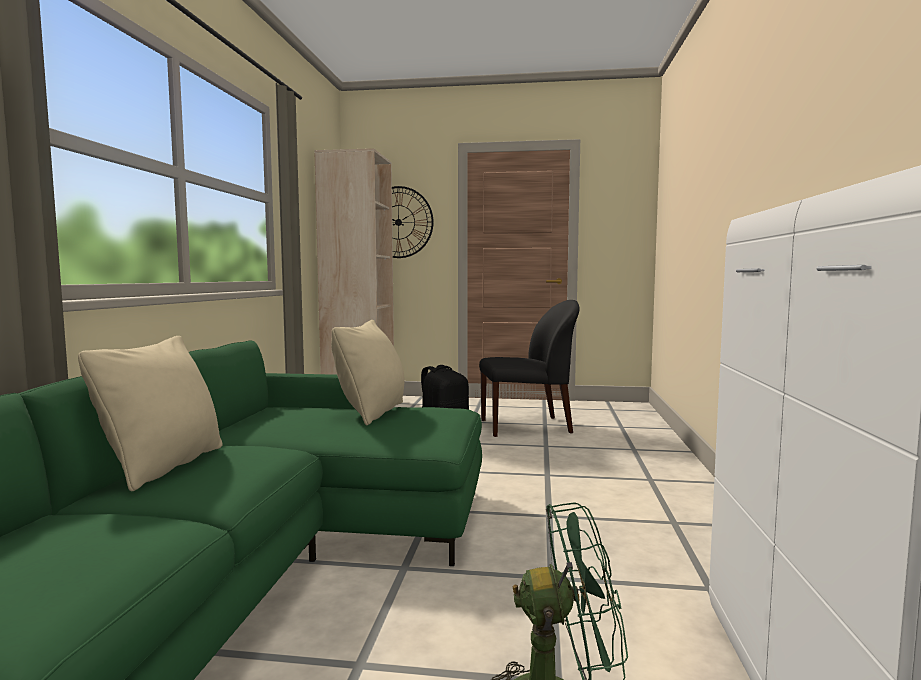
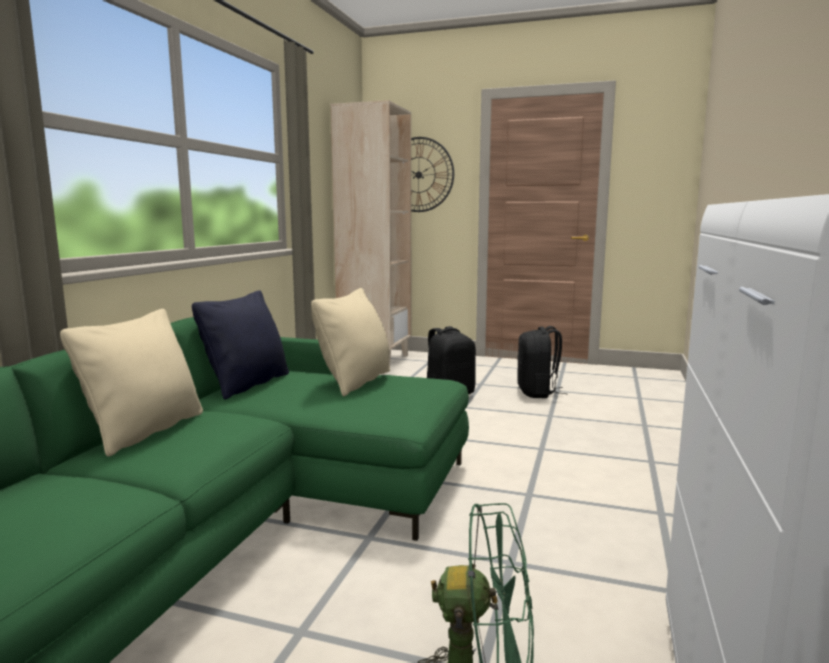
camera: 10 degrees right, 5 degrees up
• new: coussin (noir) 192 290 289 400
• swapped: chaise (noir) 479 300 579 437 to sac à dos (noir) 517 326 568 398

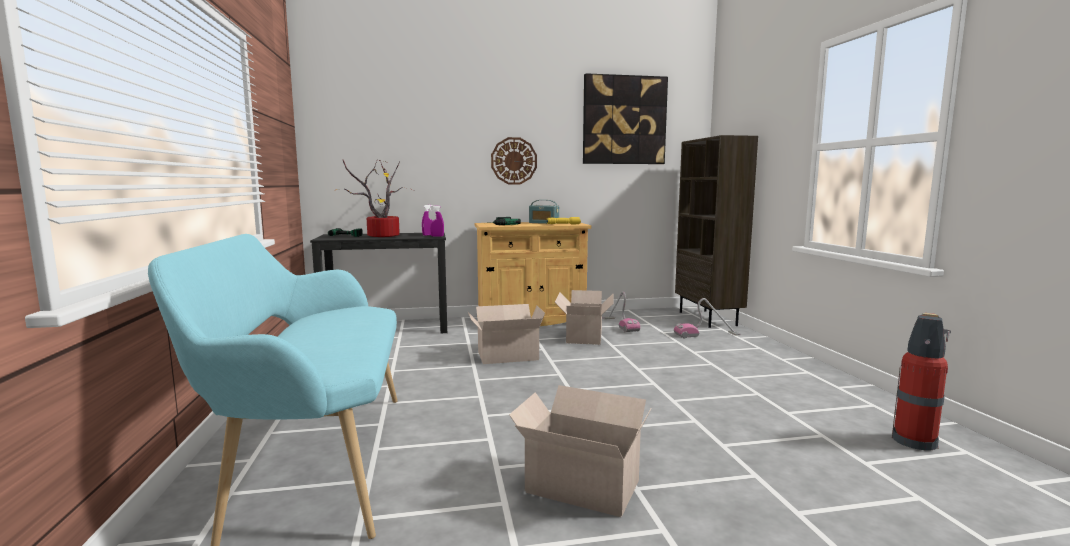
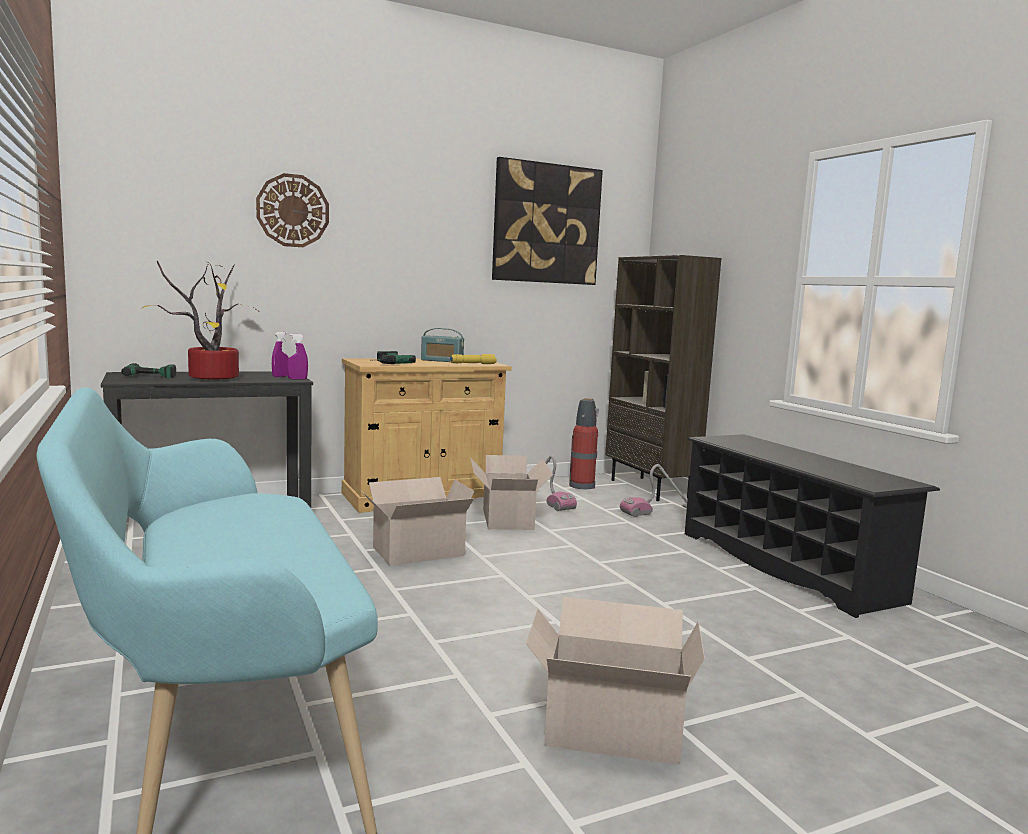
camera: 15 degrees left, 0 degrees up
• shifted: horloge murale 491 137 537 185 to 256 173 329 247
• shifted: extincteur 892 313 951 450 to 569 398 599 489
• new: étagère à chaussures (noir) 685 434 940 618

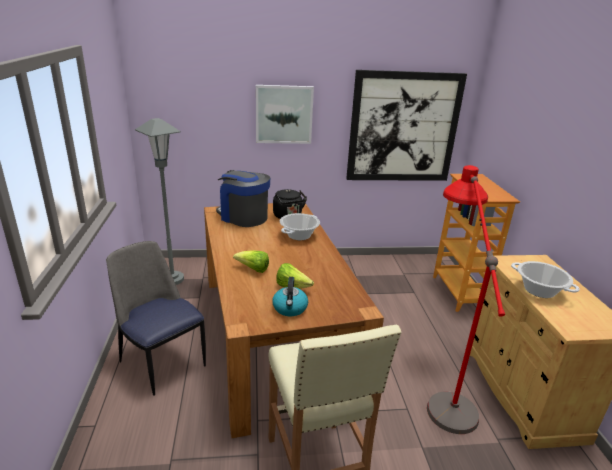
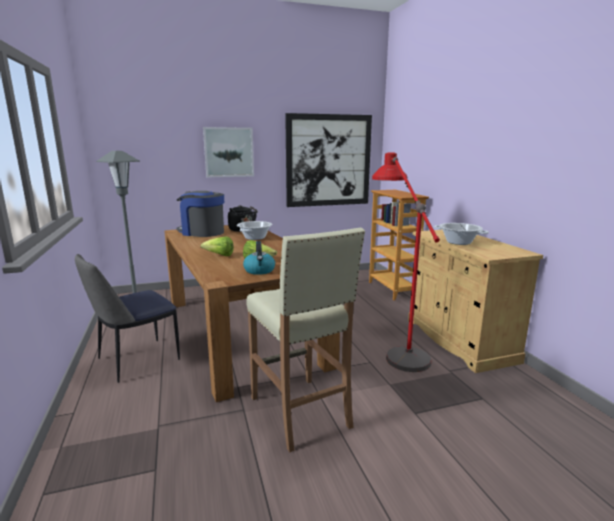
camera: 10 degrees left, 10 degrees down
• rotated: chaise 106 241 206 396 = 75 254 180 383 75 degrees counterclockwise

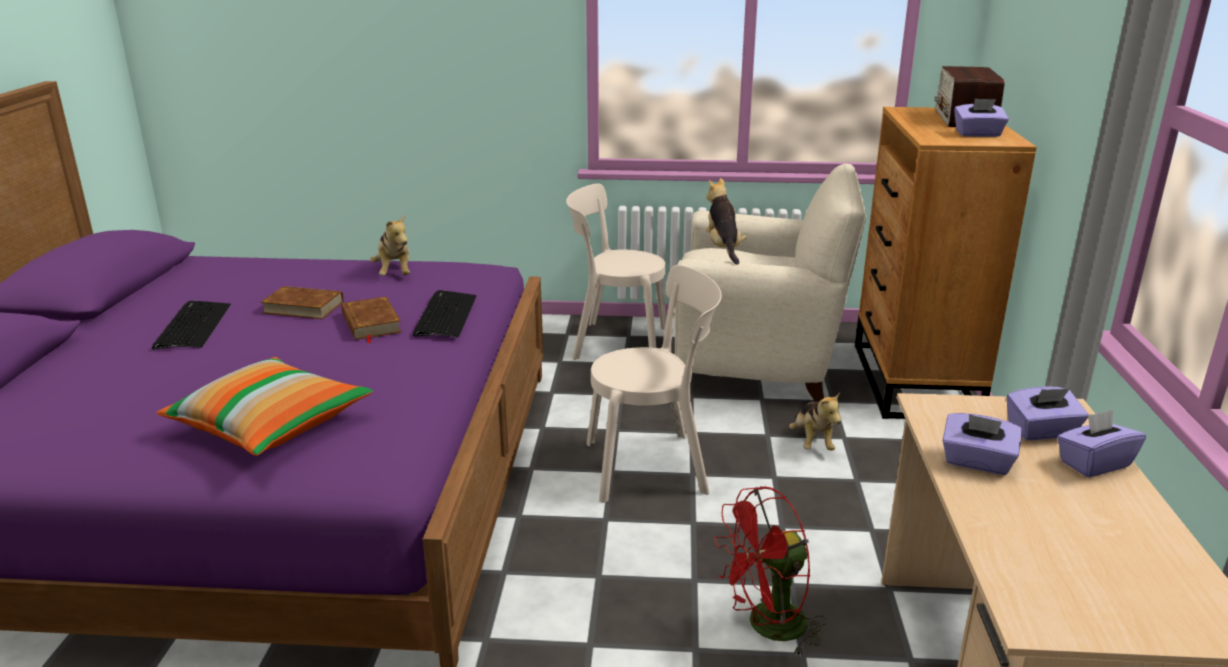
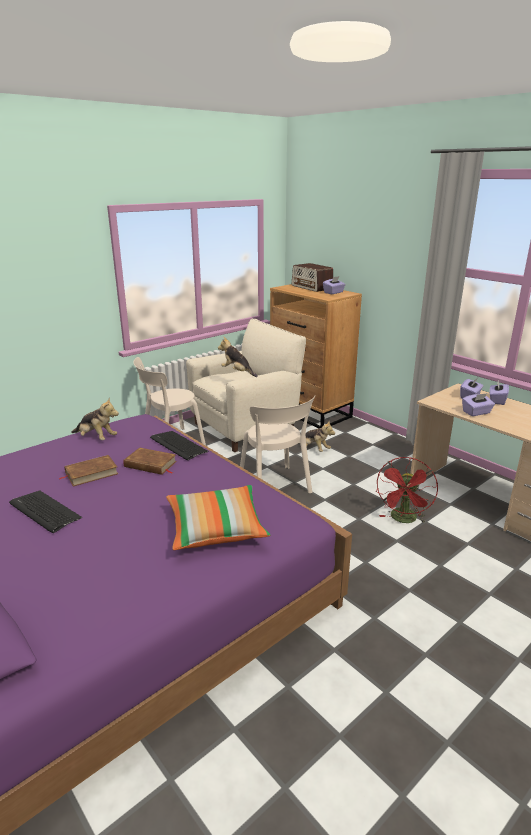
camera: 45 degrees left, 0 degrees up
• rotated: chaise (beige) 587 265 722 503 = 240 396 315 493 120 degrees clockwise

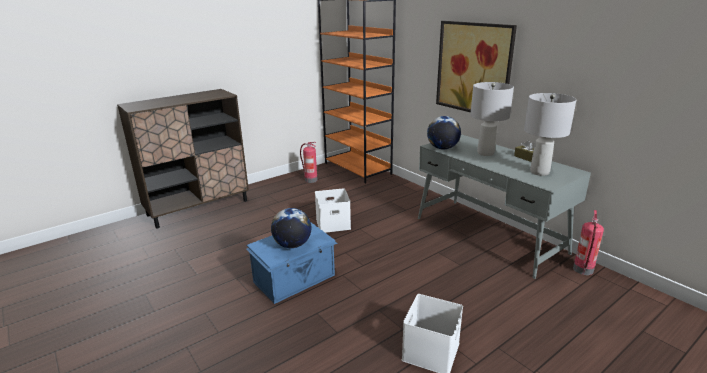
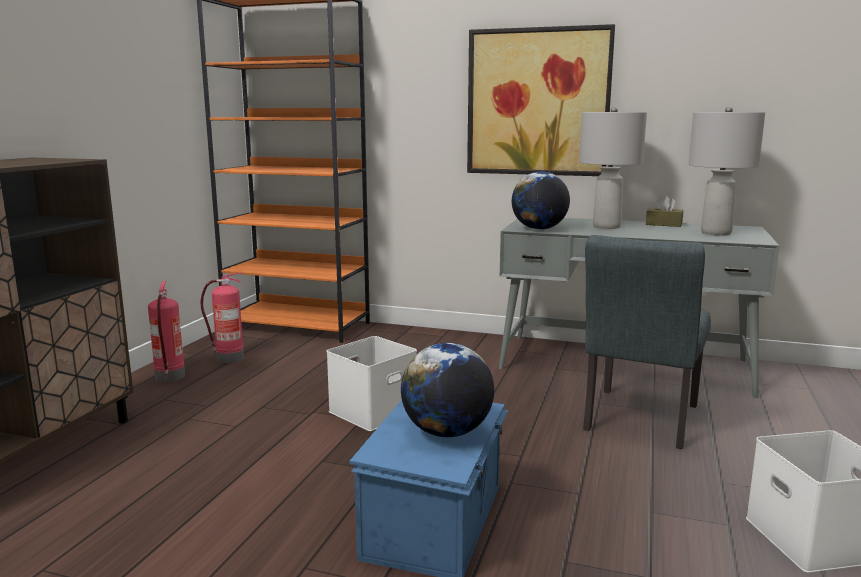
camera: 35 degrees left, 10 degrees down
• shifted: extincteur 573 210 604 275 to 148 281 185 382
• new: chaise (gris) 583 235 711 449

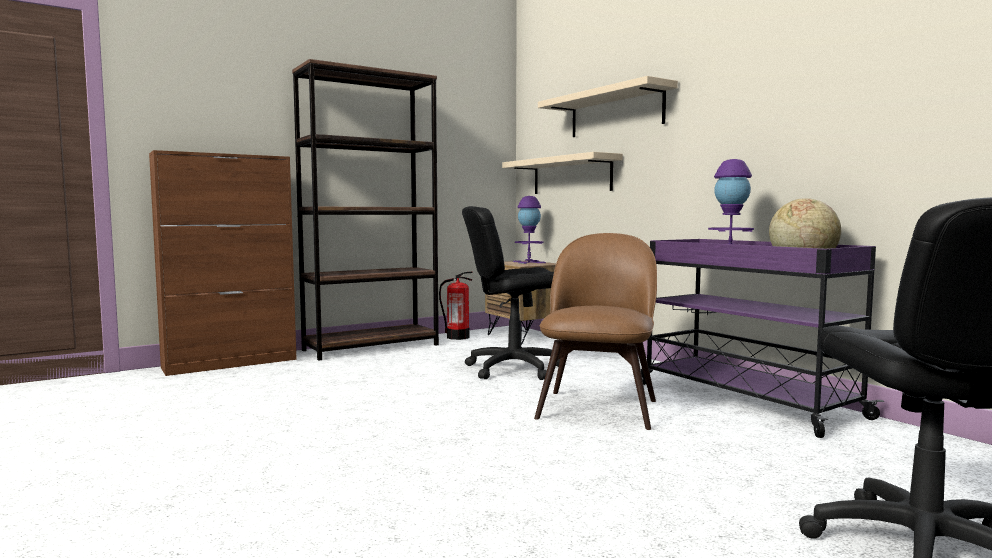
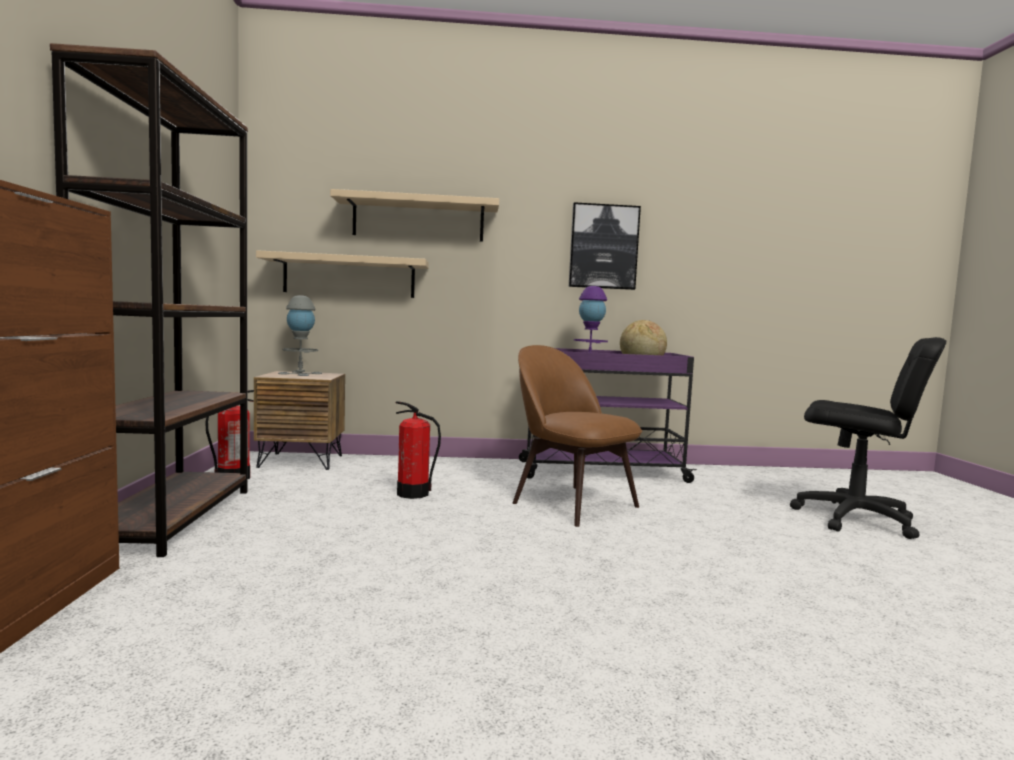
camera: 60 degrees left, 0 degrees up
• repainted: lampe de table (violet) 513 196 546 264 to lampe de table (gris) 278 295 322 376
• swapped: chaise de bureau (noir) 462 206 560 380 to extincteur 396 401 441 499
• new: tableau 569 202 641 290

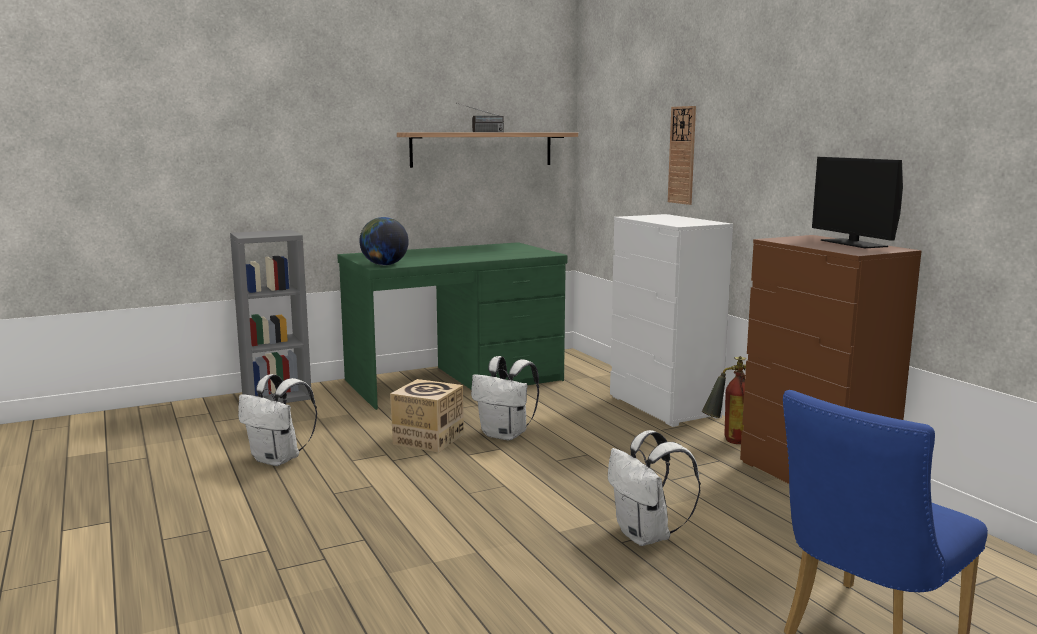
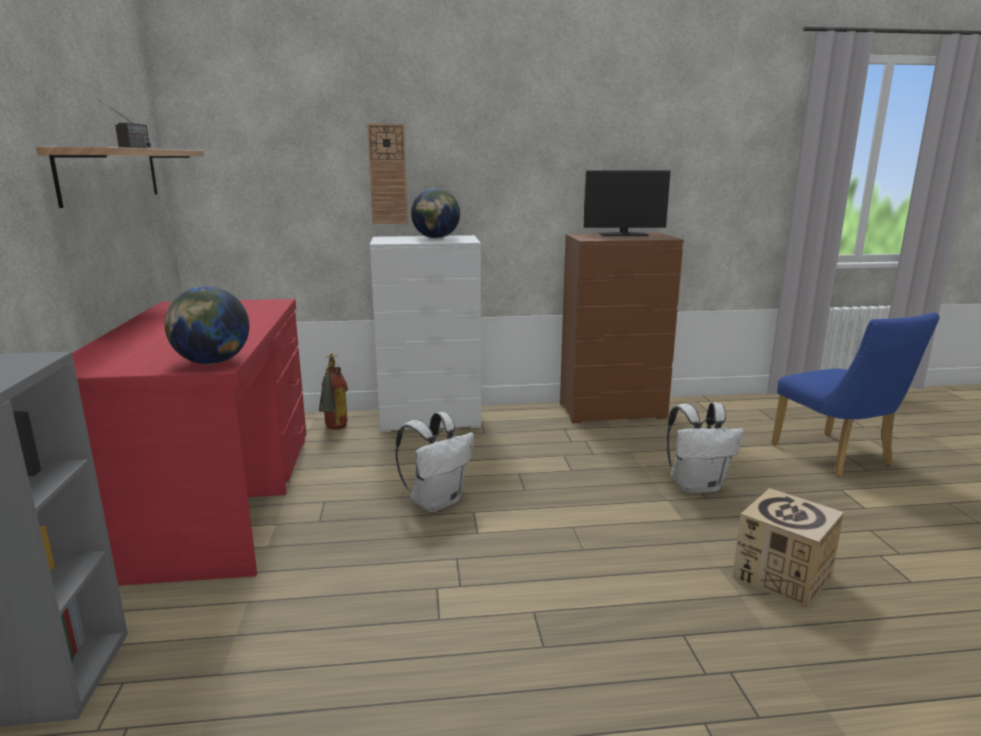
camera: 70 degrees left, 5 degrees up
• repainted: bureau (vert) 337 242 567 410 to bureau (rouge) 72 299 306 586
• shifted: extincteur 702 356 746 444 to 319 353 348 430
• new: globe 411 188 460 238
• shifted: carton 390 379 464 453 to 732 488 844 609
• gone: sac à dos (blanc) 238 374 317 466

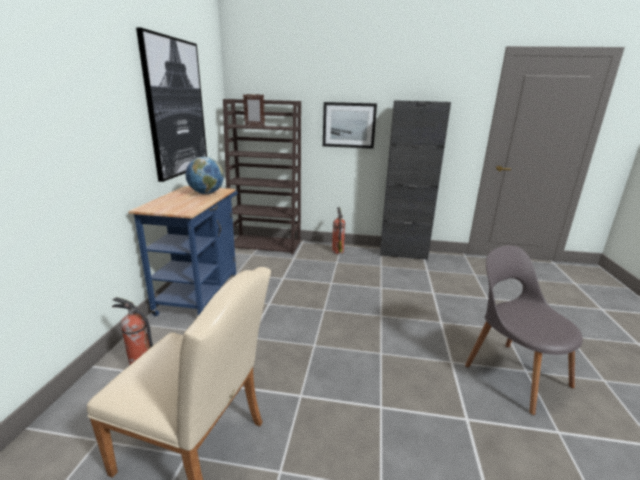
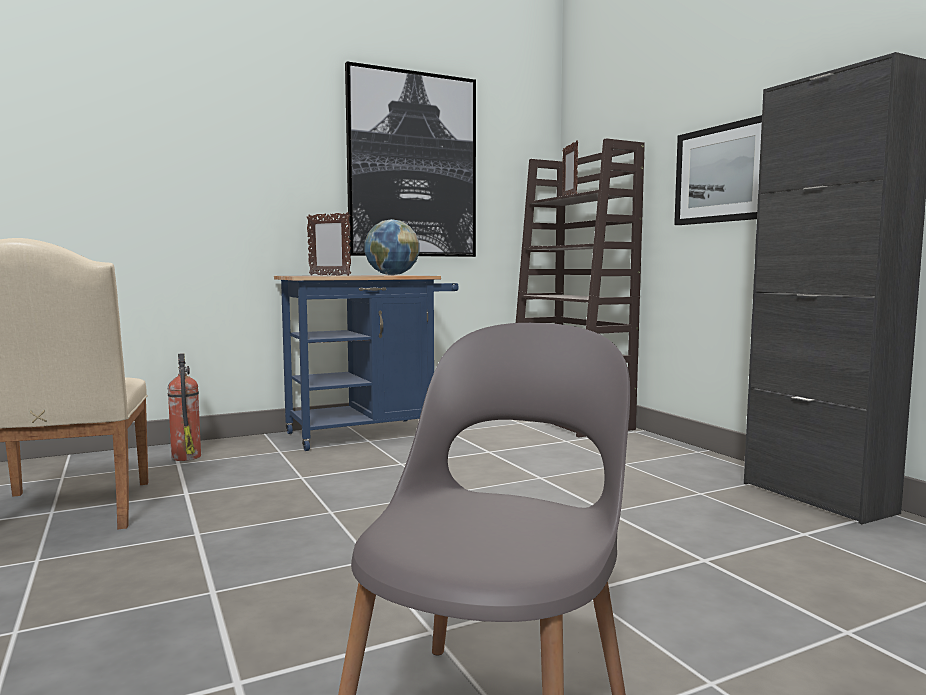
camera: 55 degrees right, 15 degrees down
• new: cadre photo 306 212 351 276
• gone: extincteur 332 207 345 254

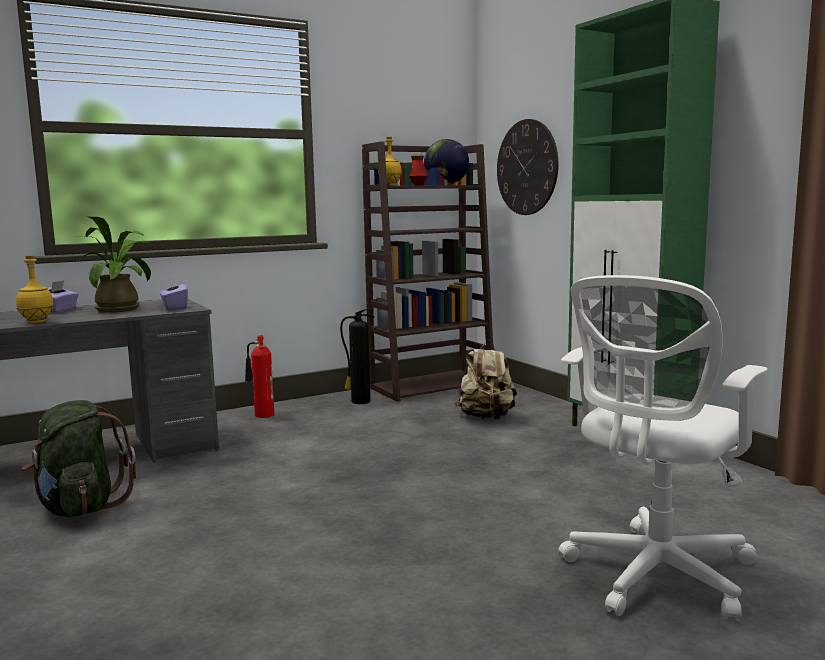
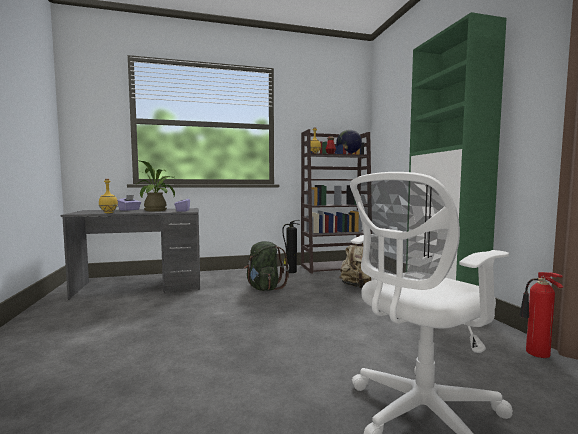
camera: 15 degrees right, 5 degrees down
• shifted: sac à dos (vert) 22 400 136 517 to 244 241 289 291
• shifted: extincteur 245 335 274 418 to 519 272 563 358
• gone: horloge murale 497 119 558 215

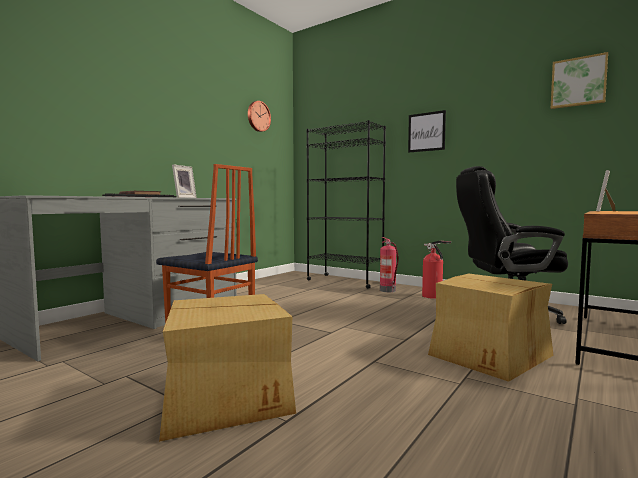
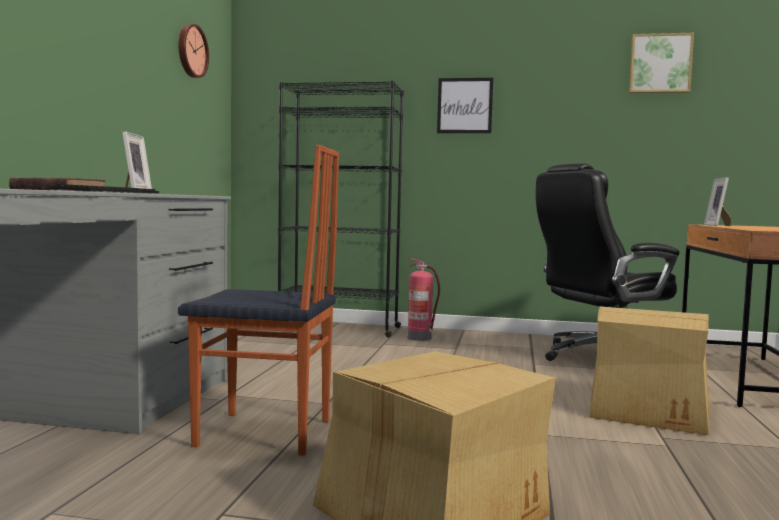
camera: 25 degrees left, 0 degrees up
• gone: extincteur 422 241 451 299

